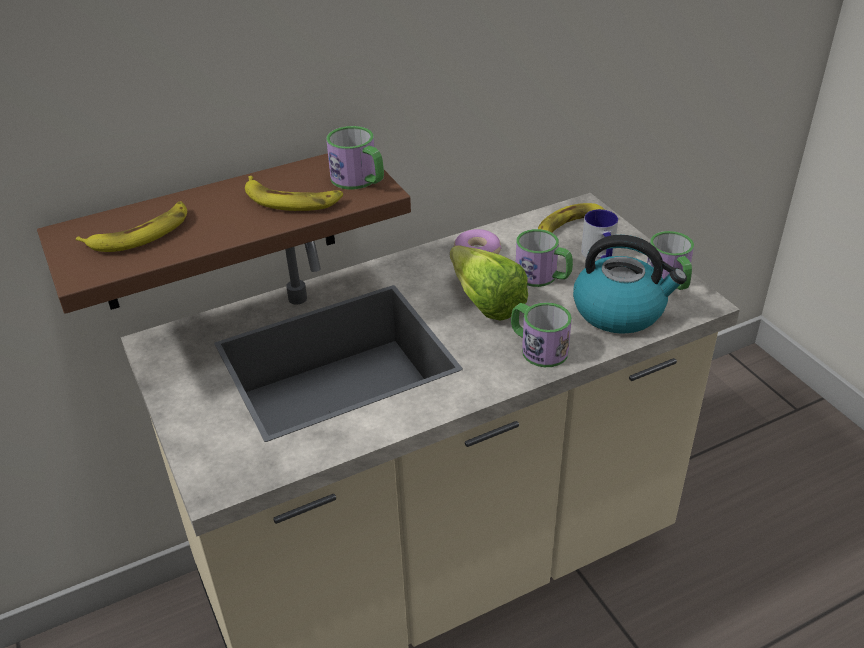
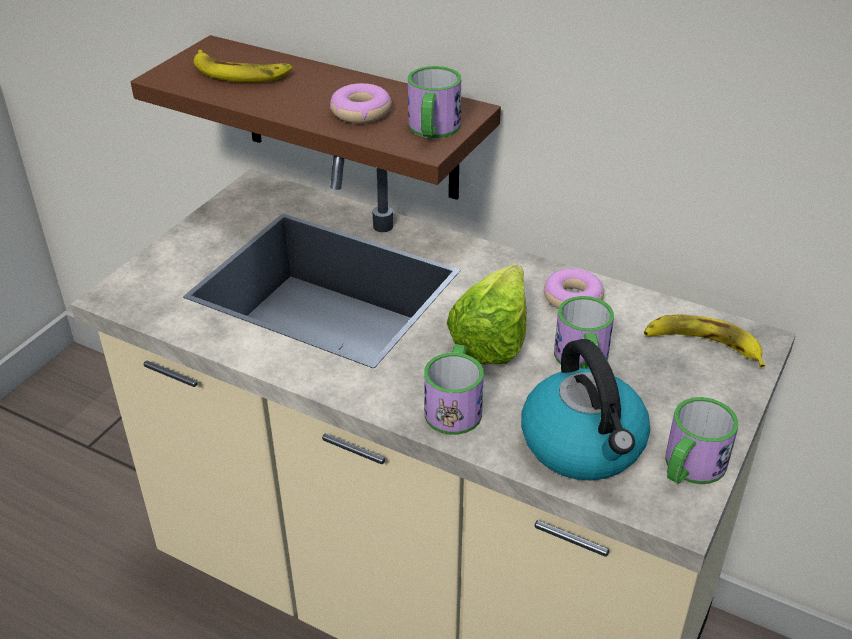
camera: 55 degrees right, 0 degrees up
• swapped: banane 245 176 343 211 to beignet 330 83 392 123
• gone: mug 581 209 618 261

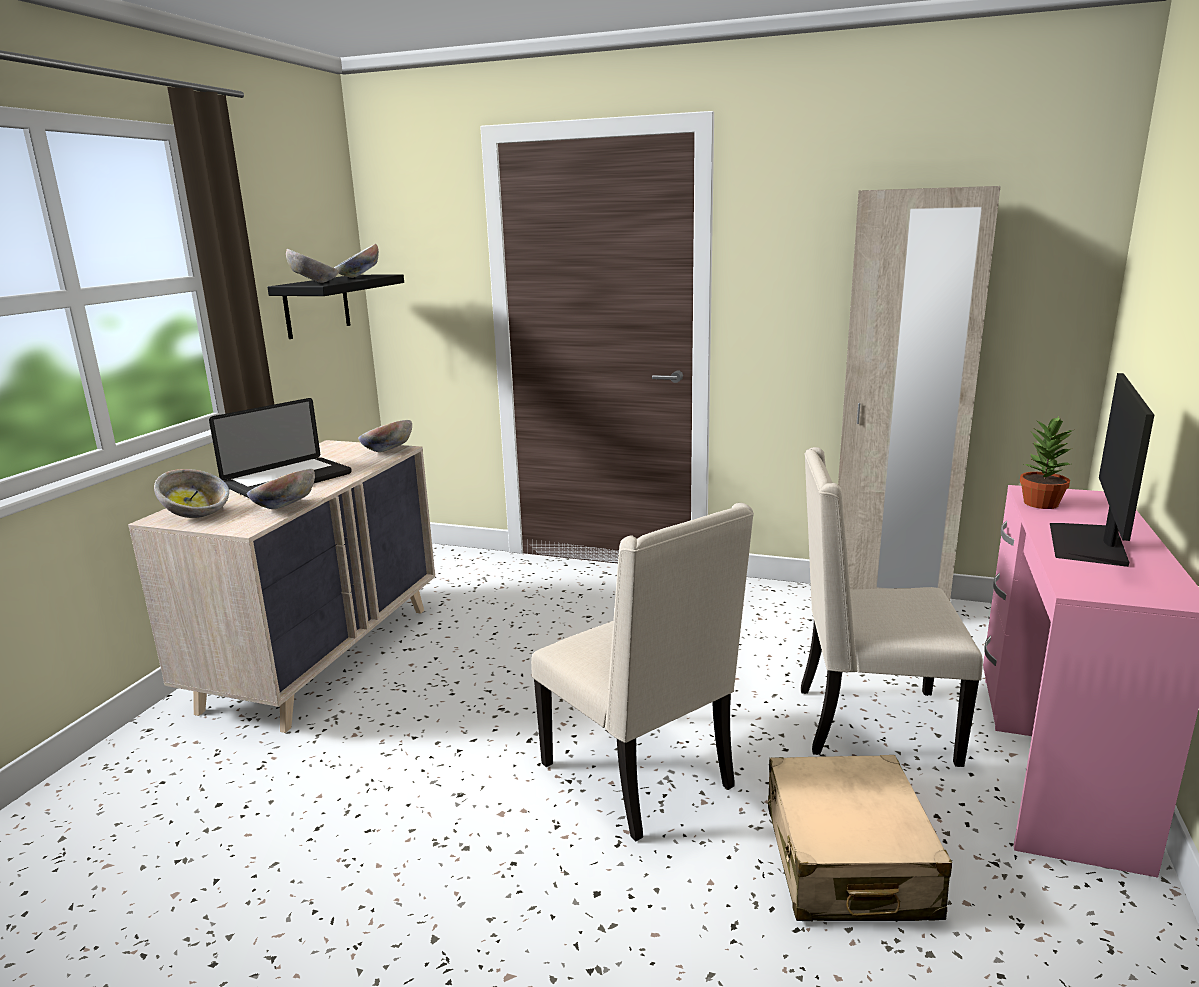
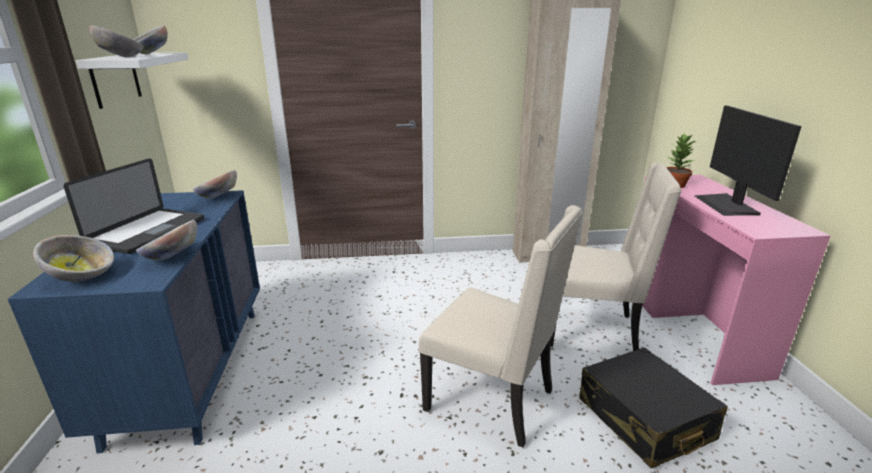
camera: 25 degrees left, 5 degrees up
• repainted: commode (beige) 128 440 435 733 to commode (bleu) 8 190 260 453
• repainted: étagère (noir) 267 274 404 339 to étagère (blanc) 76 52 188 109
• rotated: chaise (beige) 801 447 983 767 = 551 163 681 351 150 degrees counterclockwise
• repainted: valise (beige) 768 755 952 922 to valise (noir) 579 347 728 469

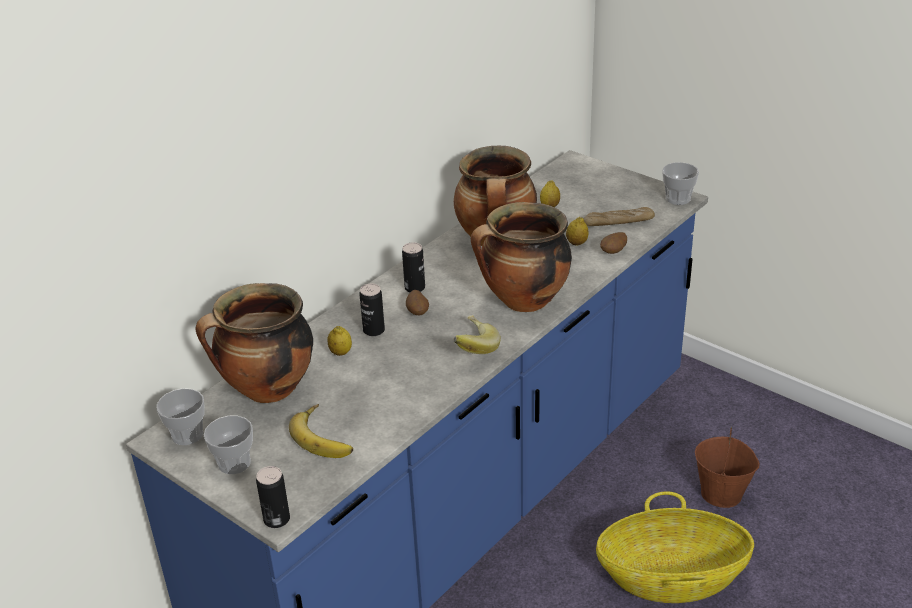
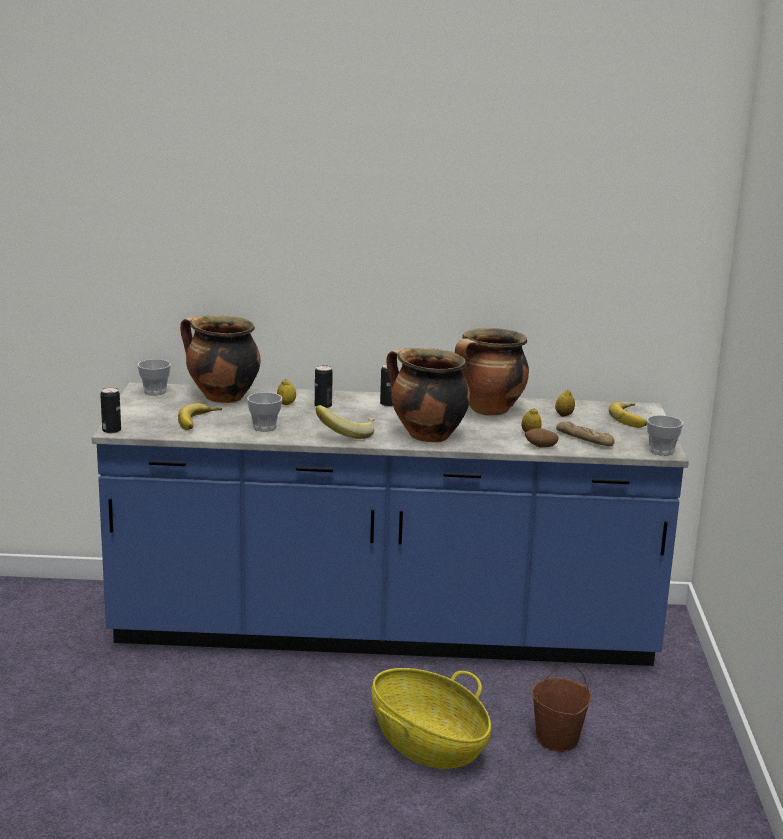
camera: 50 degrees right, 15 degrees down
• shifted: tasse 204 416 253 474 to 247 392 283 432
• new: banane 609 402 647 428
• gone: pomme de terre 406 290 429 315

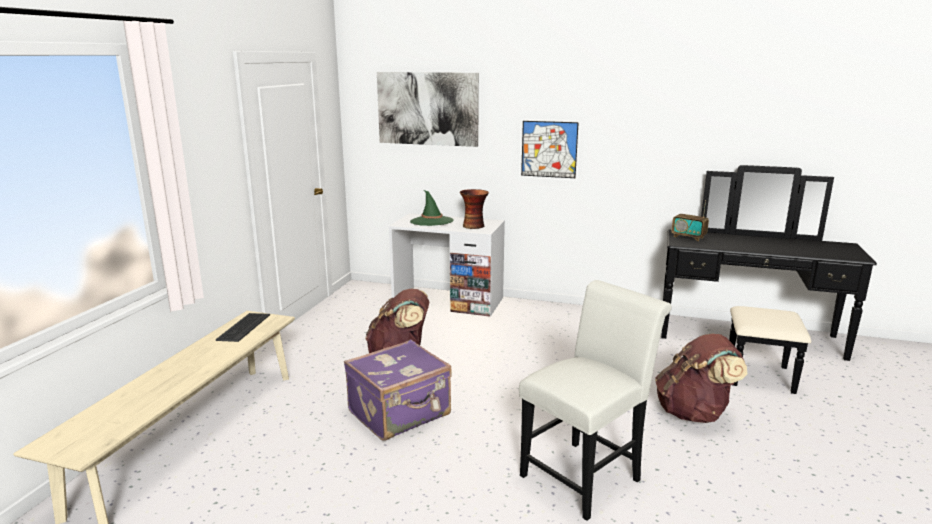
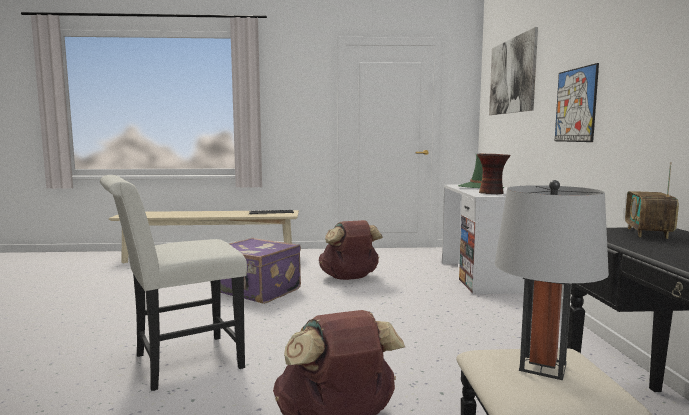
camera: 70 degrees right, 10 degrees down
• rotated: chaise (blanc) 519 280 672 521 = 100 175 247 391 120 degrees clockwise
• new: lampe de table (gris) 494 180 609 380

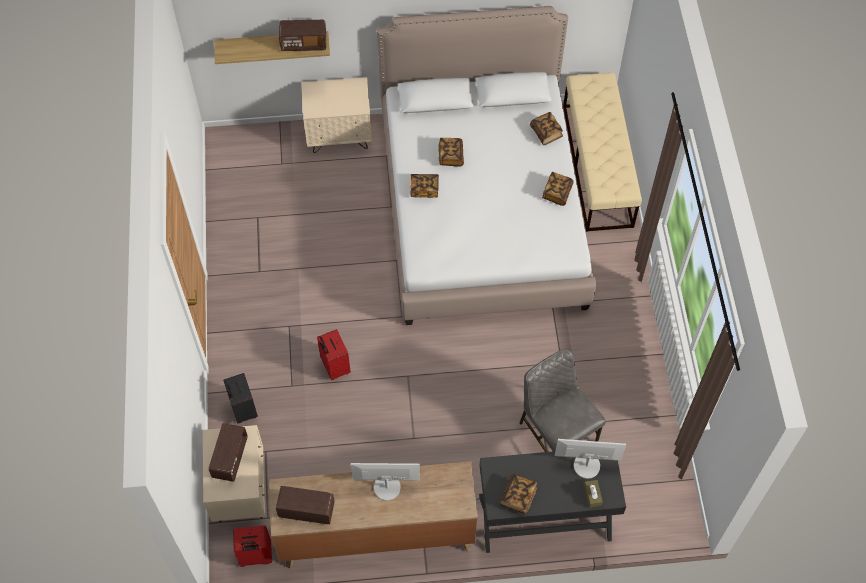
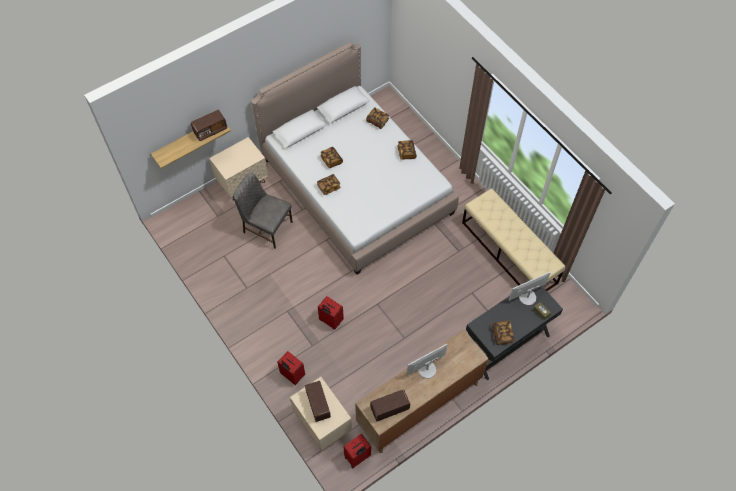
camera: 30 degrees left, 0 degrees up
• shifted: chaise (gris) 519 349 606 452 to 233 173 293 249
• repainted: valise (noir) 223 373 258 424 to valise (rouge) 277 351 305 385
• shifted: banc (beige) 563 72 642 232 to 462 188 565 291

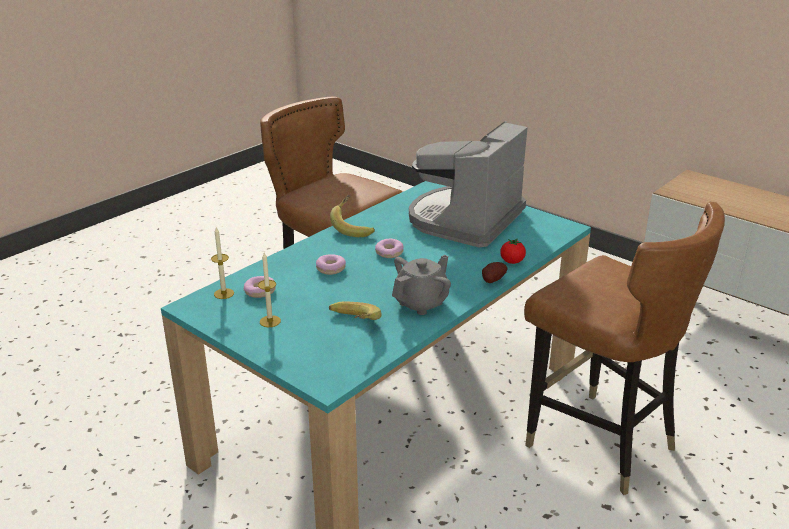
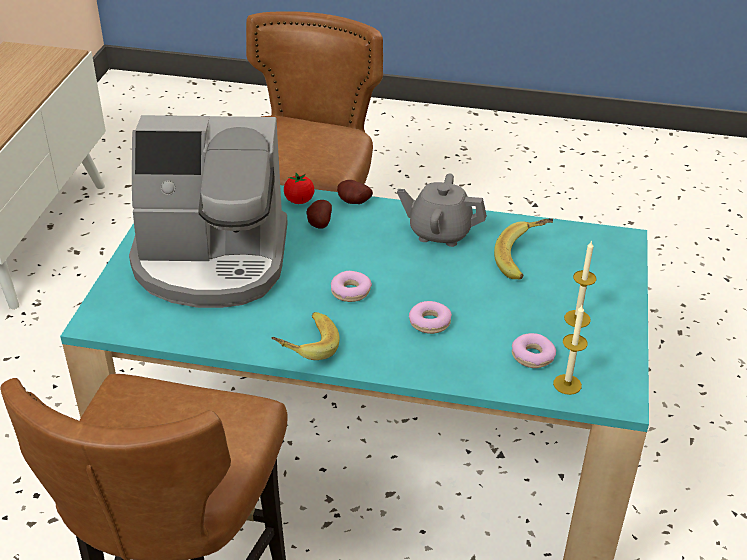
camera: 120 degrees left, 10 degrees up
• new: pomme de terre 306 200 332 229

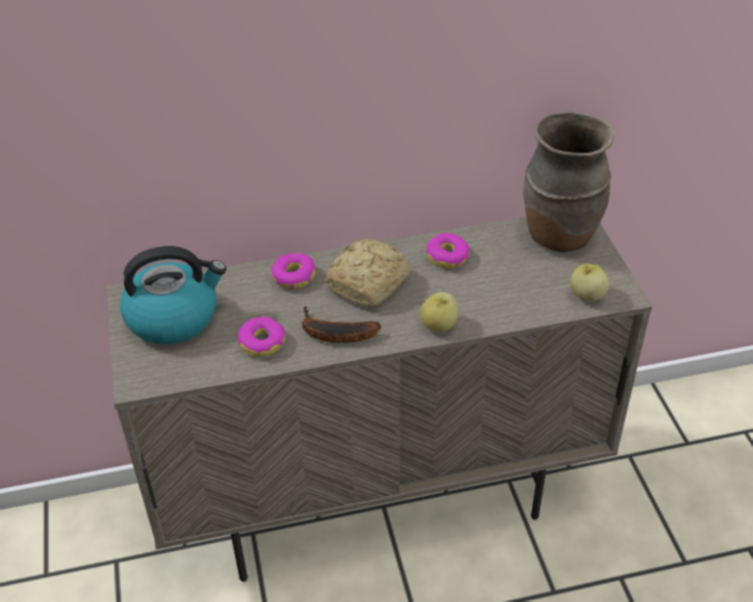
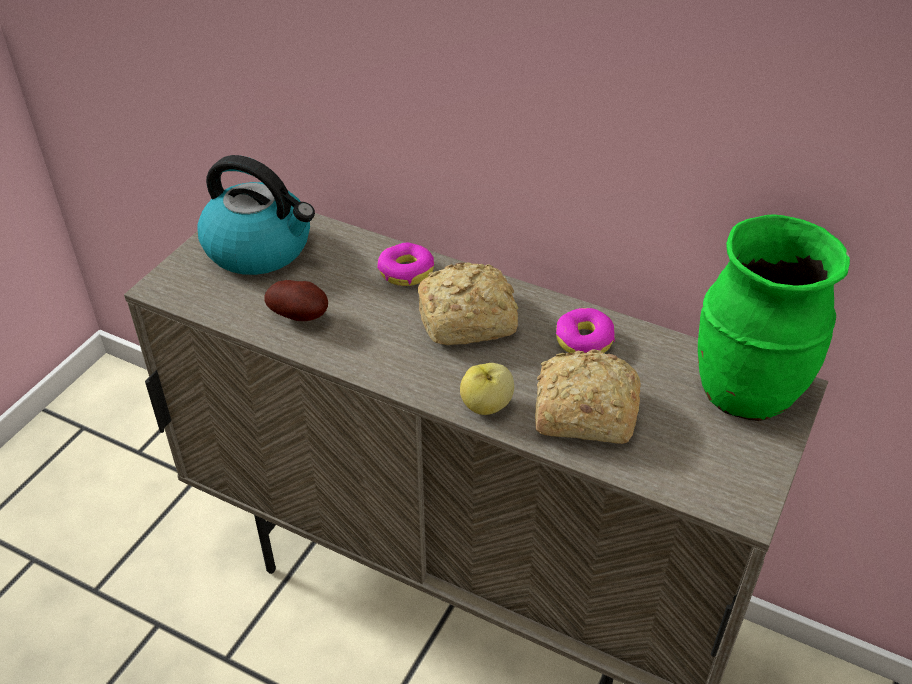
camera: 40 degrees right, 0 degrees up
• swapped: beignet 238 317 285 357 to pomme de terre 264 280 328 321
• new: pain 535 349 641 444
• repainted: vase (marron) 523 112 615 252 to vase (vert) 698 214 850 421
• gone: banane 302 306 381 343
• gone: pomme 570 263 609 302

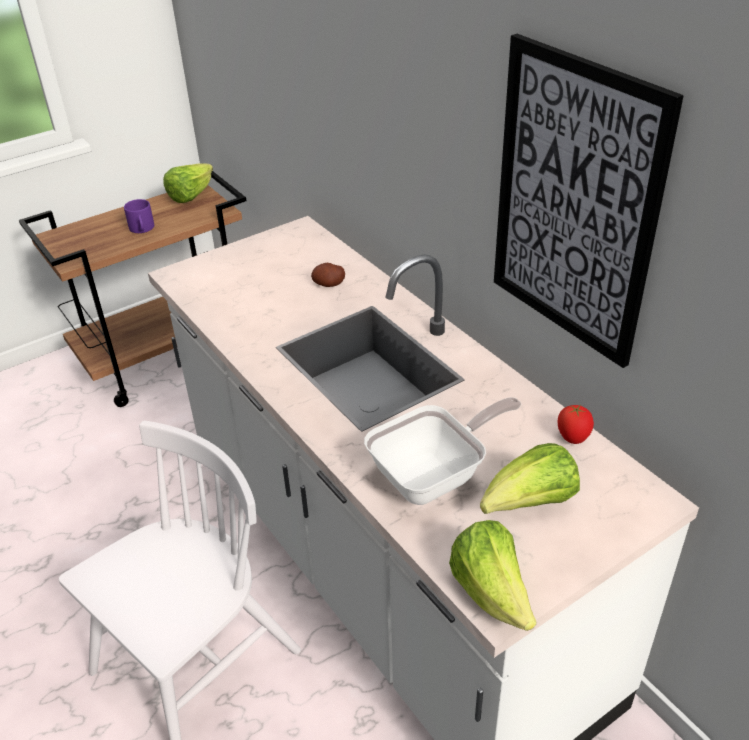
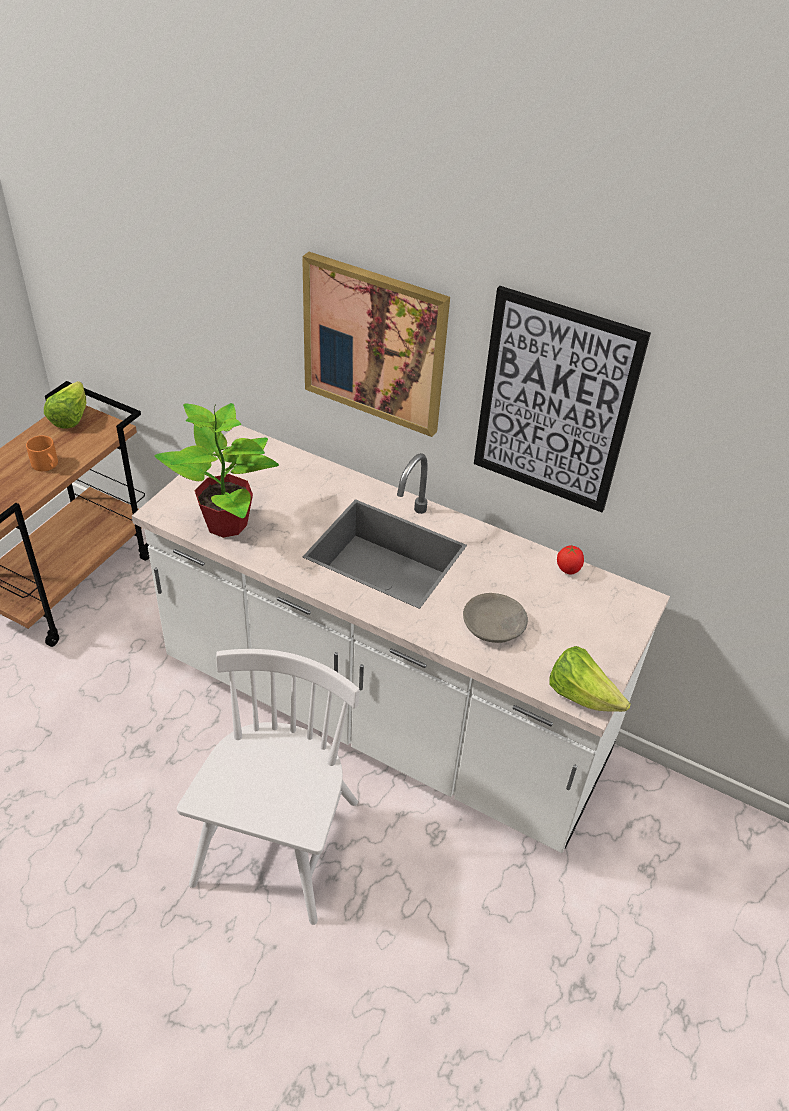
camera: 30 degrees left, 5 degrees up
• repainted: mug (violet) 124 199 154 233 to mug (orange) 26 436 58 471
• new: plante en pot 154 403 279 538
• new: tableau 302 252 450 437
• swapped: poêle 364 397 521 505 to bol (gris) 463 593 528 643
• gone: pomme de terre 311 263 345 287
• gone: laitue 480 443 580 514

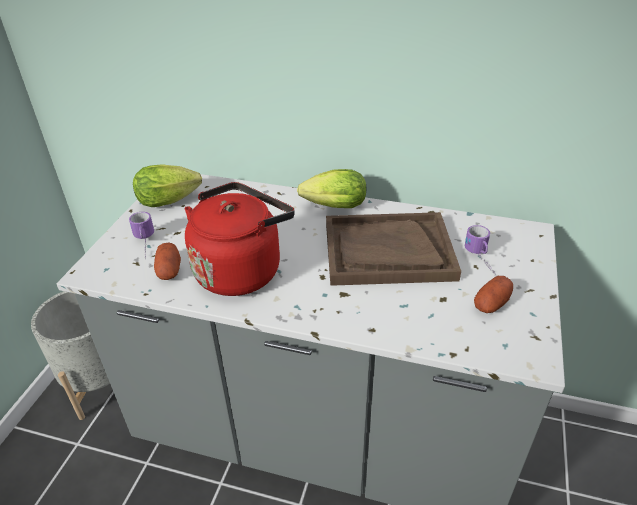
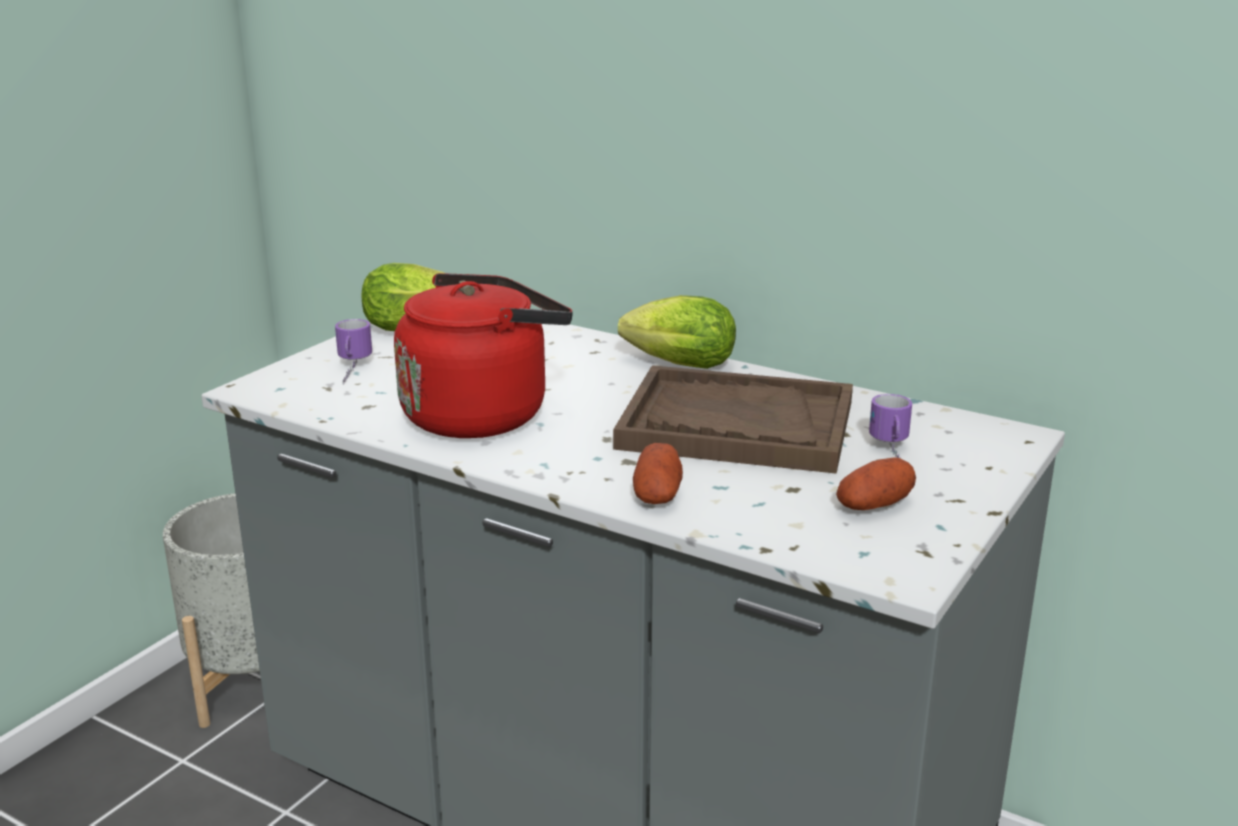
camera: 15 degrees right, 15 degrees down
• shifted: pomme de terre 154 242 181 280 to 633 443 683 504

